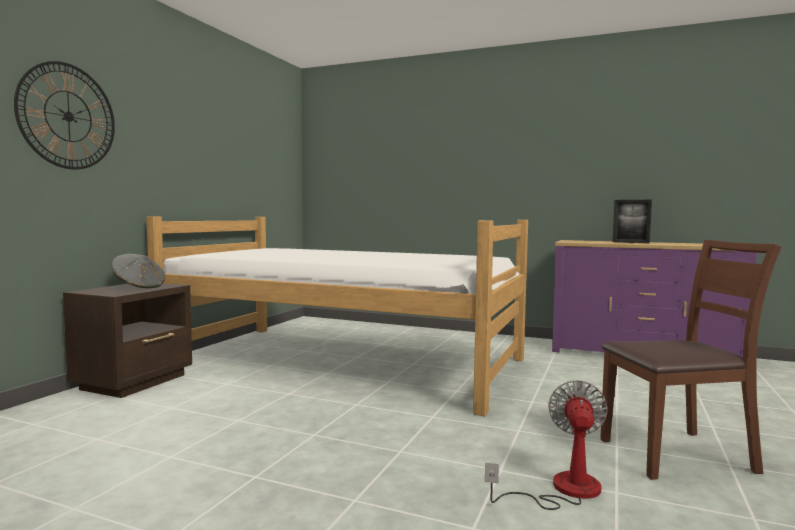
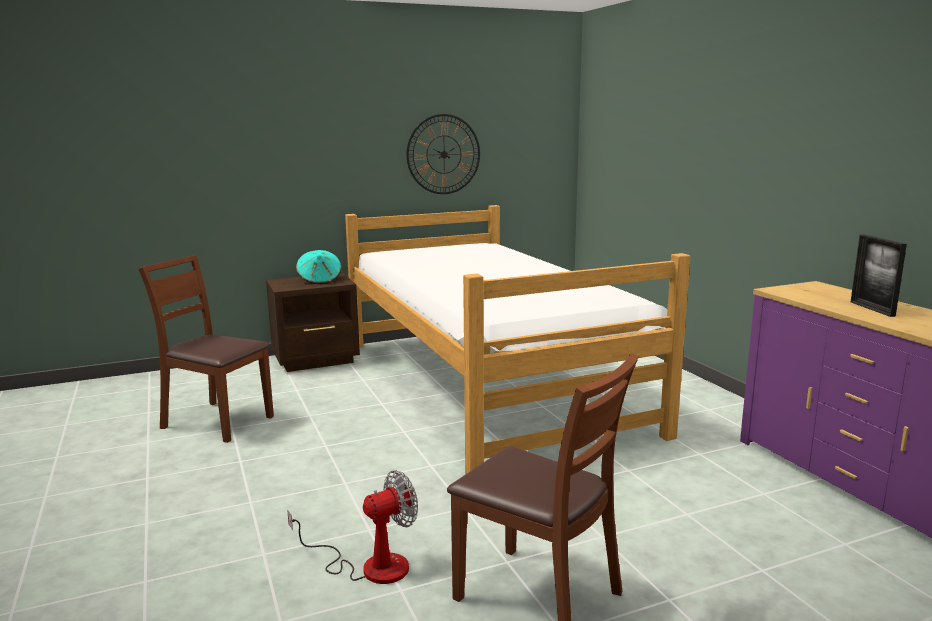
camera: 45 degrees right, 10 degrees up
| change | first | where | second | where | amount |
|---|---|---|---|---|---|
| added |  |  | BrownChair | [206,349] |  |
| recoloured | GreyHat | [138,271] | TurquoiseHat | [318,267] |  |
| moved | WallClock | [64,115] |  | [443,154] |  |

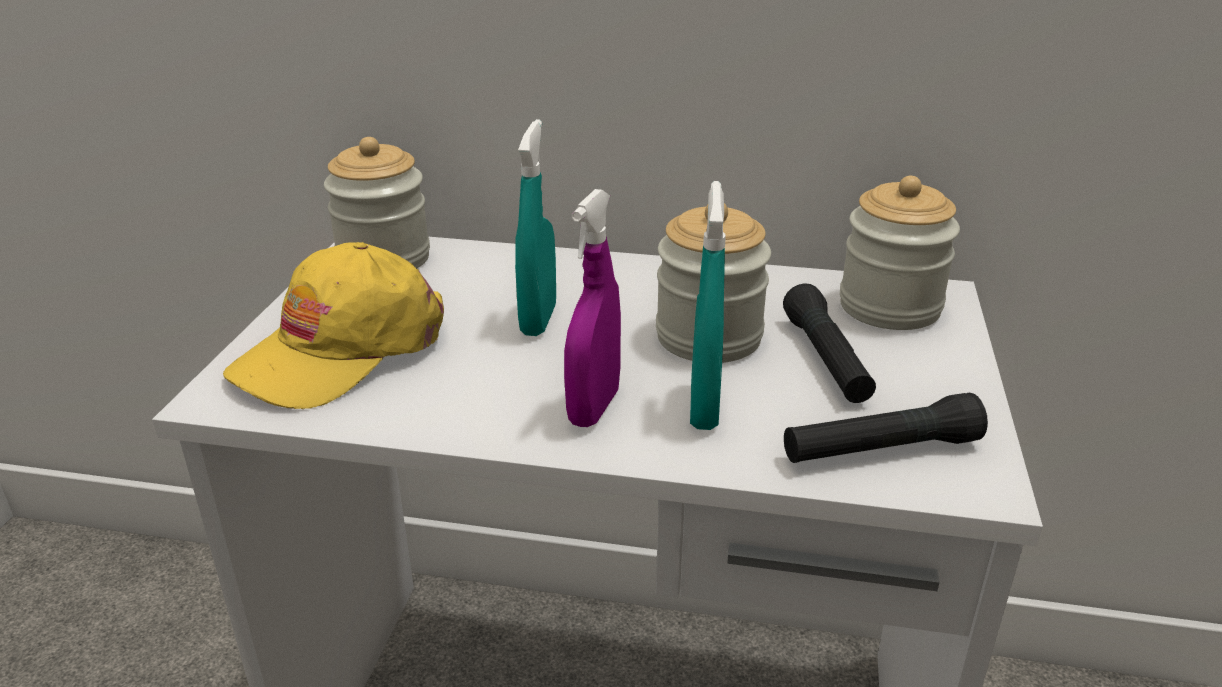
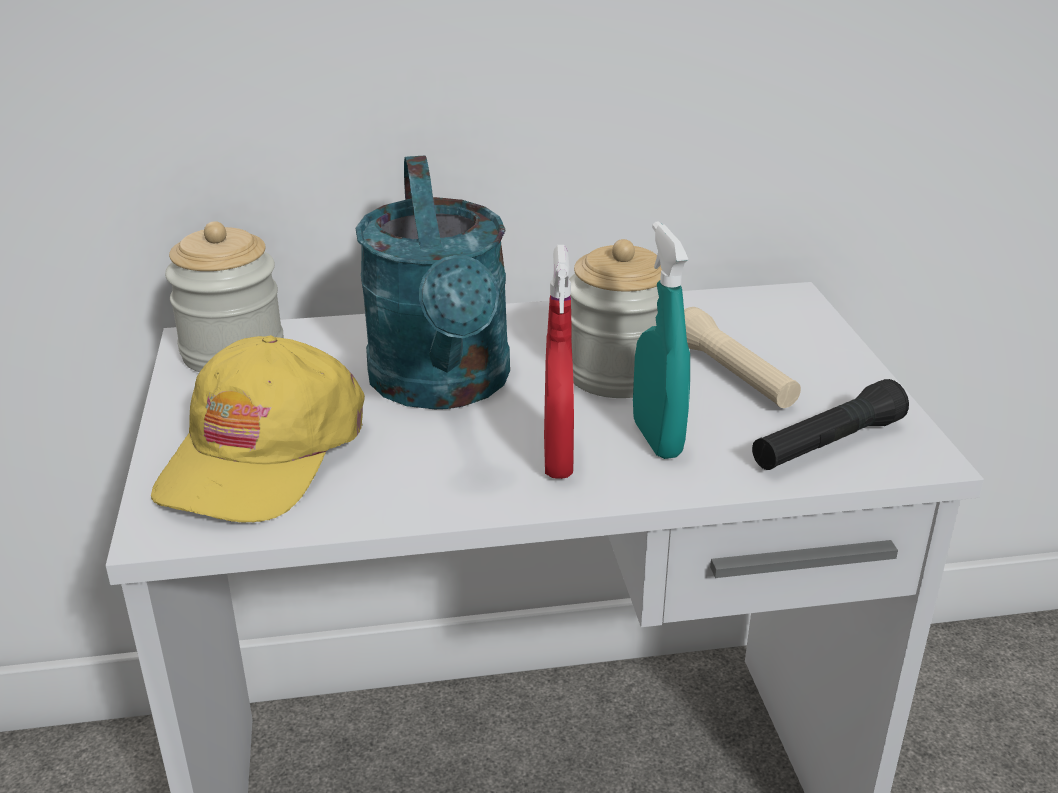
camera: 20 degrees left, 0 degrees up
| change | first | where | second | where | amount |
|---|---|---|---|---|---|
| replaced | TurquoiseSprayBottle | [535,227] | TurquoiseWateringCan | [433,282] |  |
| recoloured | PurpleSprayBottle | [592,308] | RedSprayBottle | [559,362] |  |
| recoloured | BlackFlashlight | [829,343] | BeigeFlashlight | [742,357] |  |
| removed | Jar | [900,253] |  |  |  |

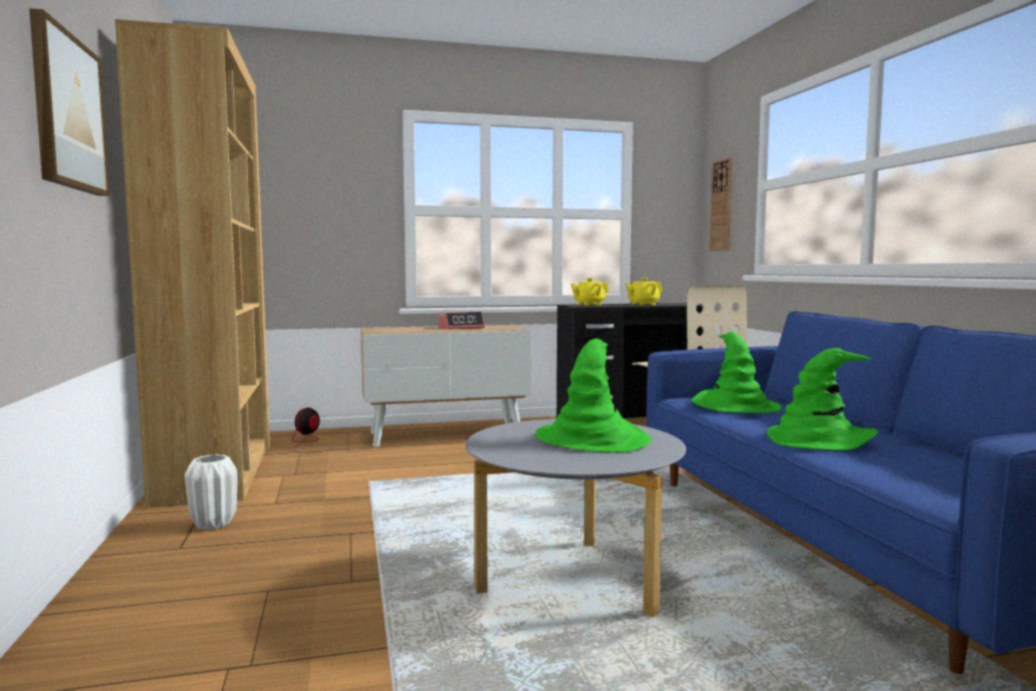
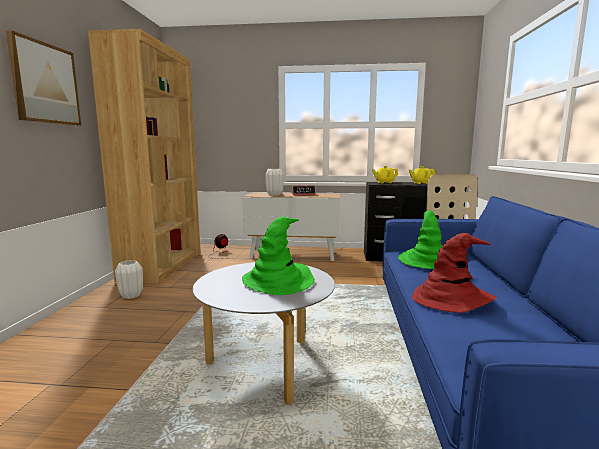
camera: 20 degrees right, 5 degrees up
| change | first | where | second | where | amount |
|---|---|---|---|---|---|
| added |  |  | WhiteVase | [274,182] |  |
| recoloured | GreenHat | [822,399] | RedHat | [454,273] |  |
| removed | WallClock | [721,204] |  |  |  |

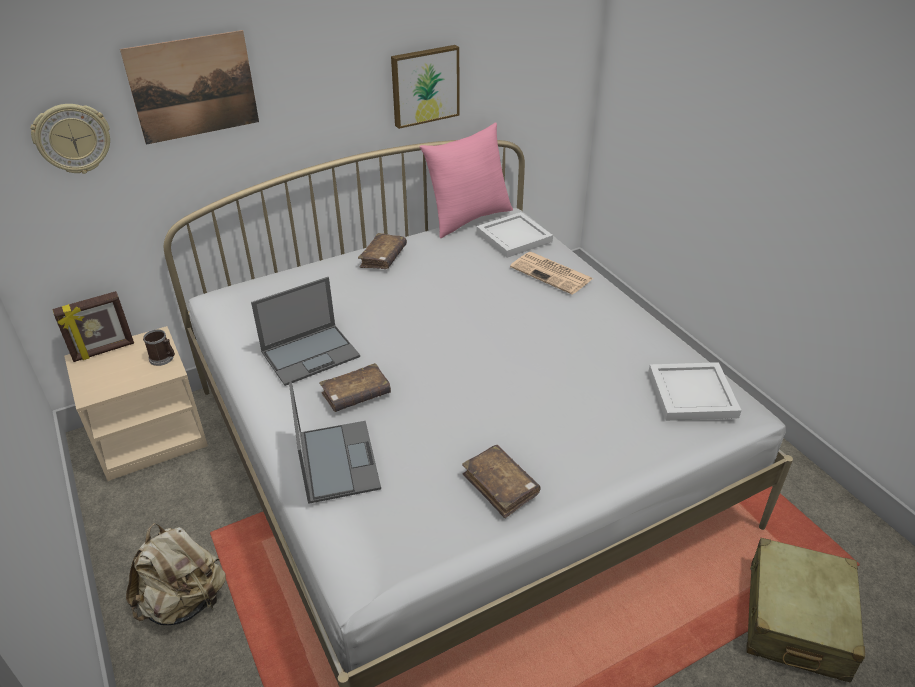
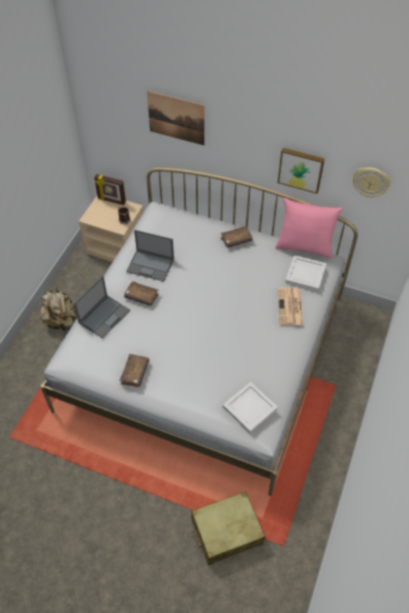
camera: 50 degrees right, 15 degrees up
| change | first | where | second | where | amount |
|---|---|---|---|---|---|
| moved | WallClock | [70,139] |  | [371,182] |  |

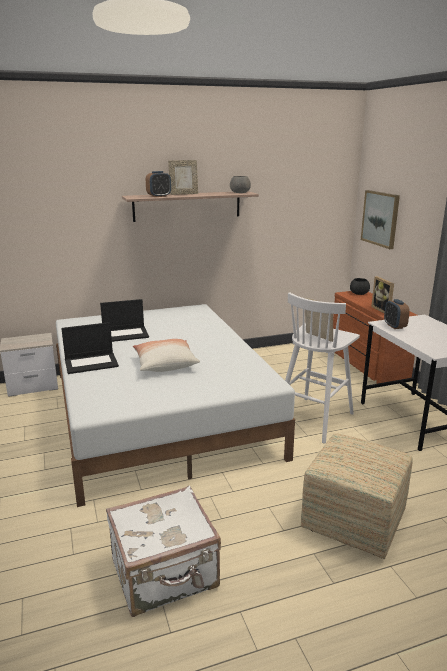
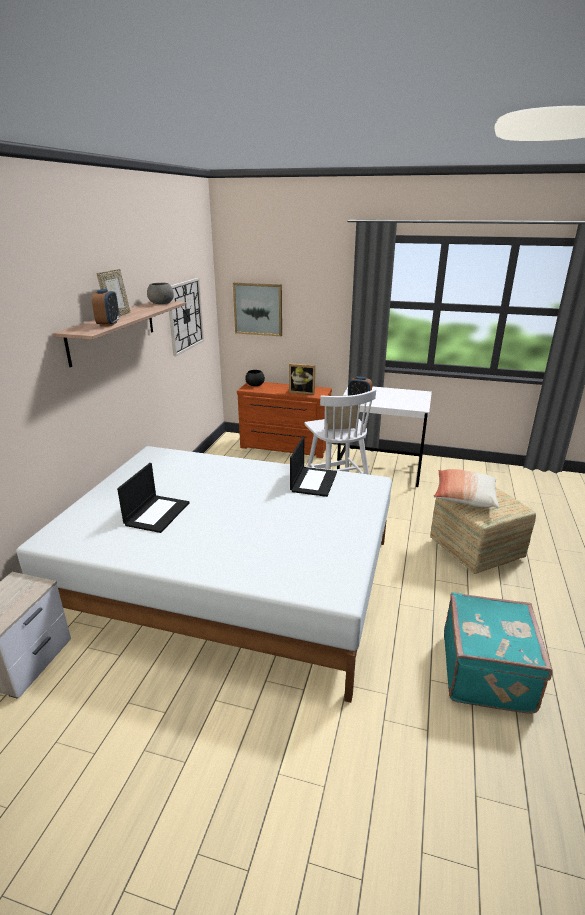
camera: 55 degrees left, 5 degrees up
| change | first | where | second | where | amount |
|---|---|---|---|---|---|
| added |  |  | WallClock | [186,317] |  |
| moved | Laptop | [90,348] |  | [313,467] |  |
| moved | Pillow | [166,355] |  | [466,489] |  |
| recoloured | WhiteSuitcase | [163,551] | TurquoiseSuitcase | [498,653] |  |

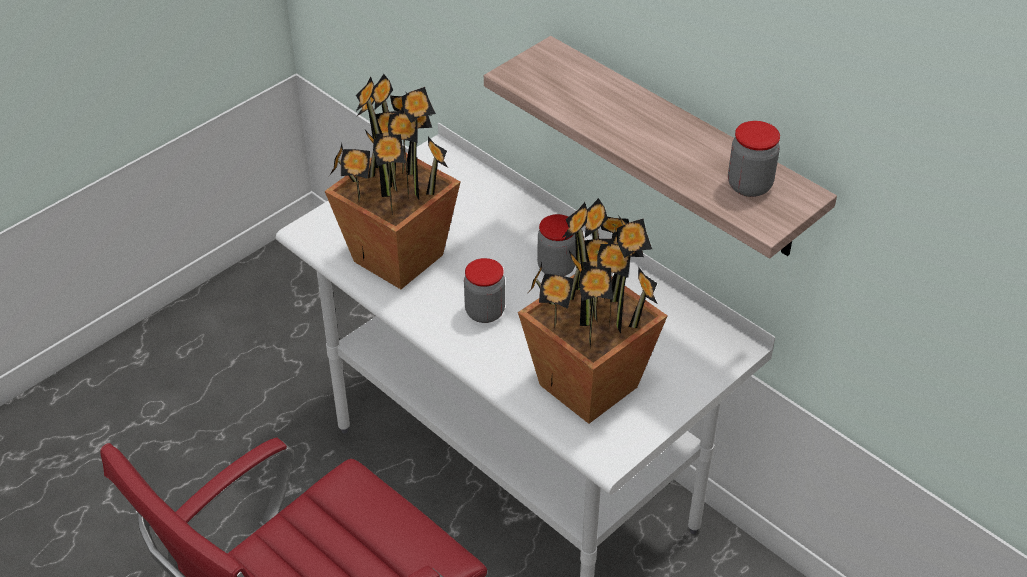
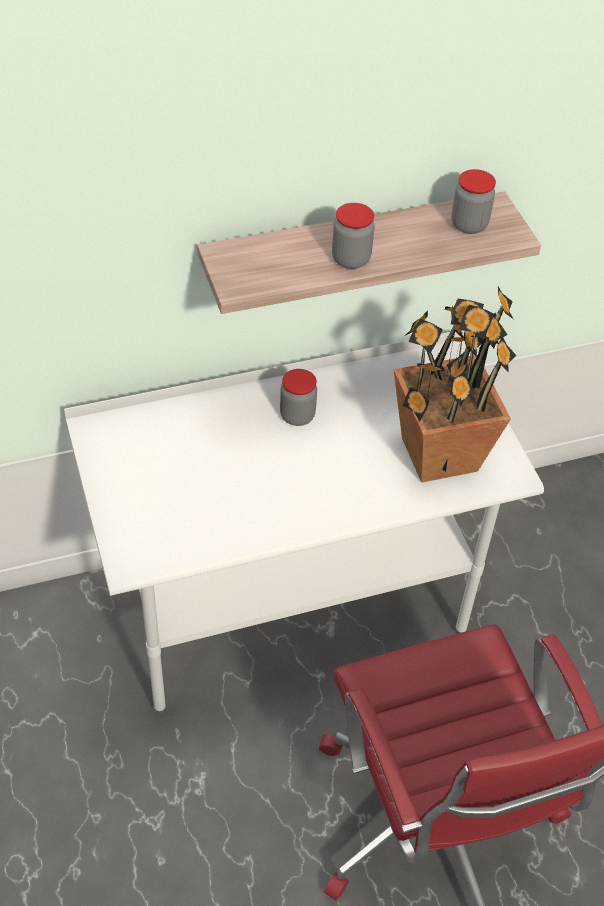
camera: 65 degrees left, 5 degrees up
| change | first | where | second | where | amount |
|---|---|---|---|---|---|
| moved | Jar | [484,290] |  | [353,236] |  |
| removed | PottedPlant | [393,181] |  |  |  |

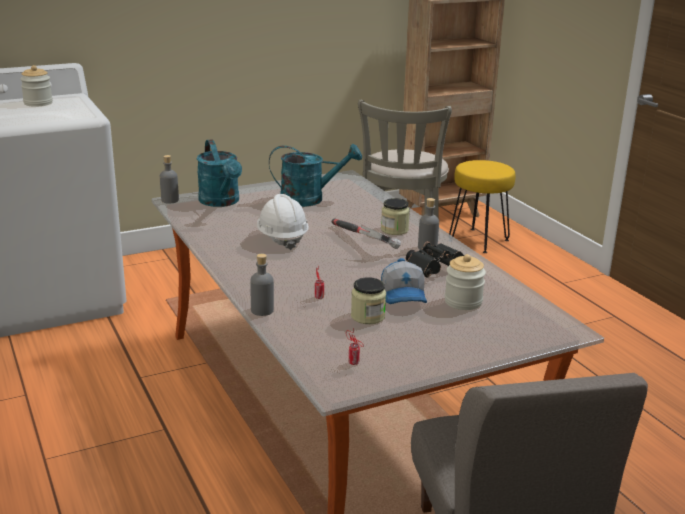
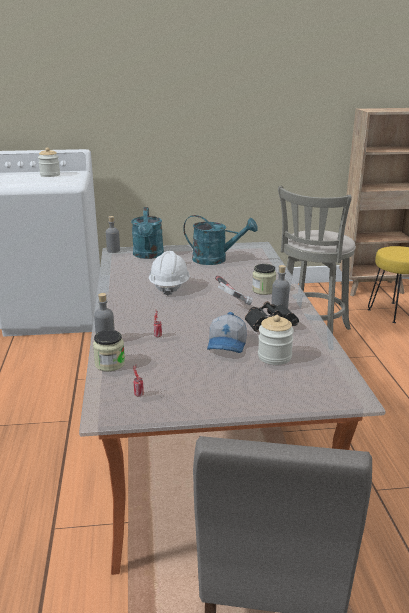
camera: 20 degrees right, 0 degrees up
| change | first | where | second | where | amount |
|---|---|---|---|---|---|
| moved | Jar | [368,300] |  | [109,350] |  |

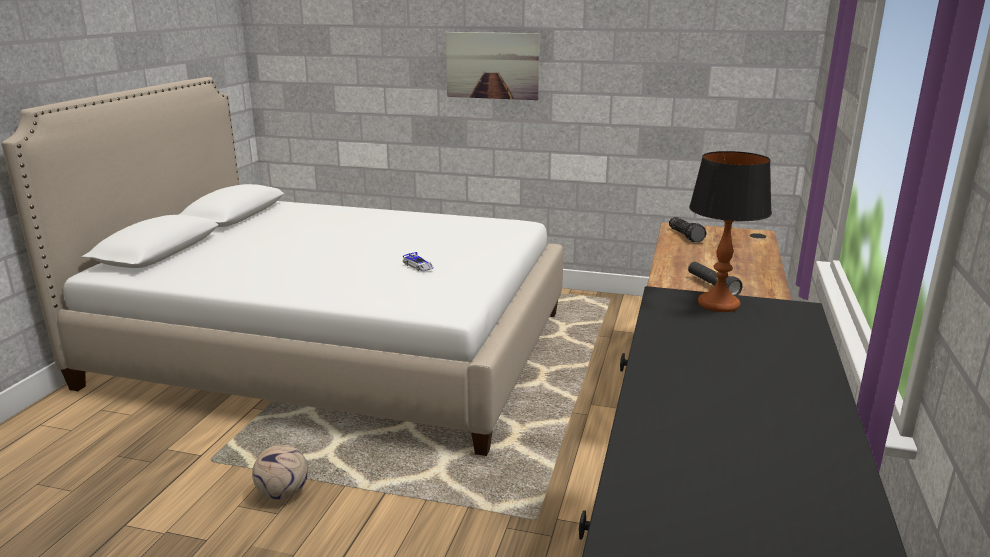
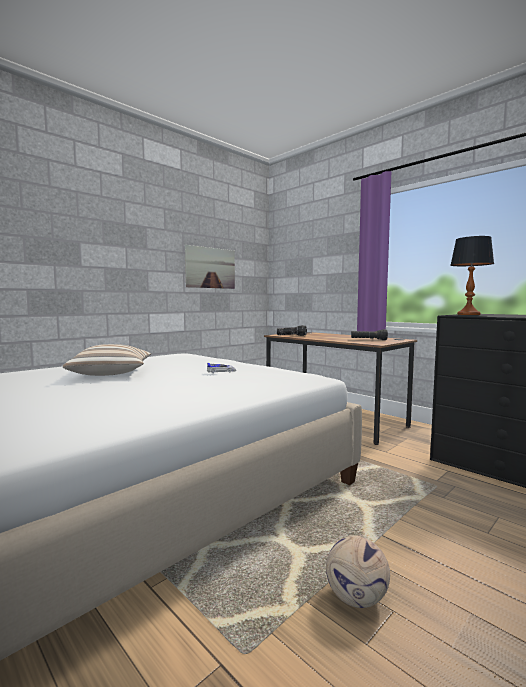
camera: 60 degrees left, 15 degrees down
| change | first | where | second | where | amount |
|---|---|---|---|---|---|
| added |  |  | Pillow | [107,360] |  |
| moved | Picture | [493,66] |  | [210,267] |  |

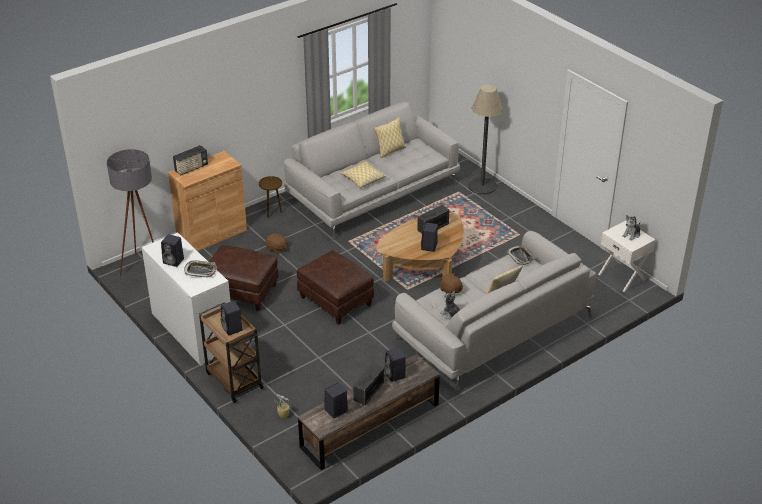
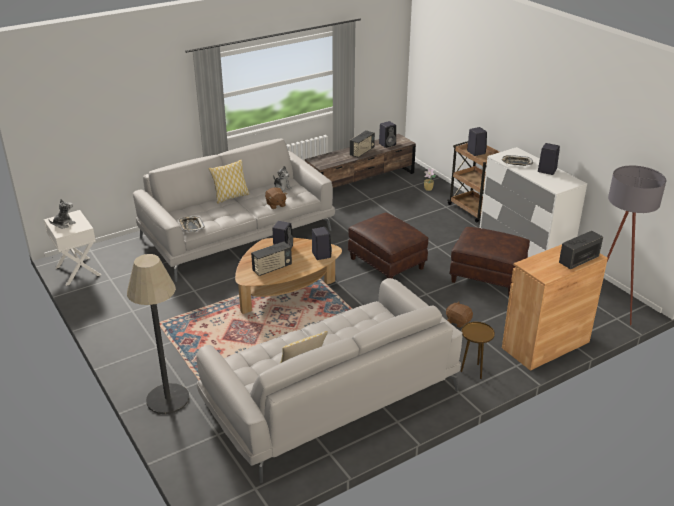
camera: 175 degrees left, 5 degrees down
| change | first | where | second | where | amount |
|---|---|---|---|---|---|
| moved | BlackSpeaker | [395,364] |  | [322,243] |  |
| removed | Pillow | [363,174] |  |  |  |

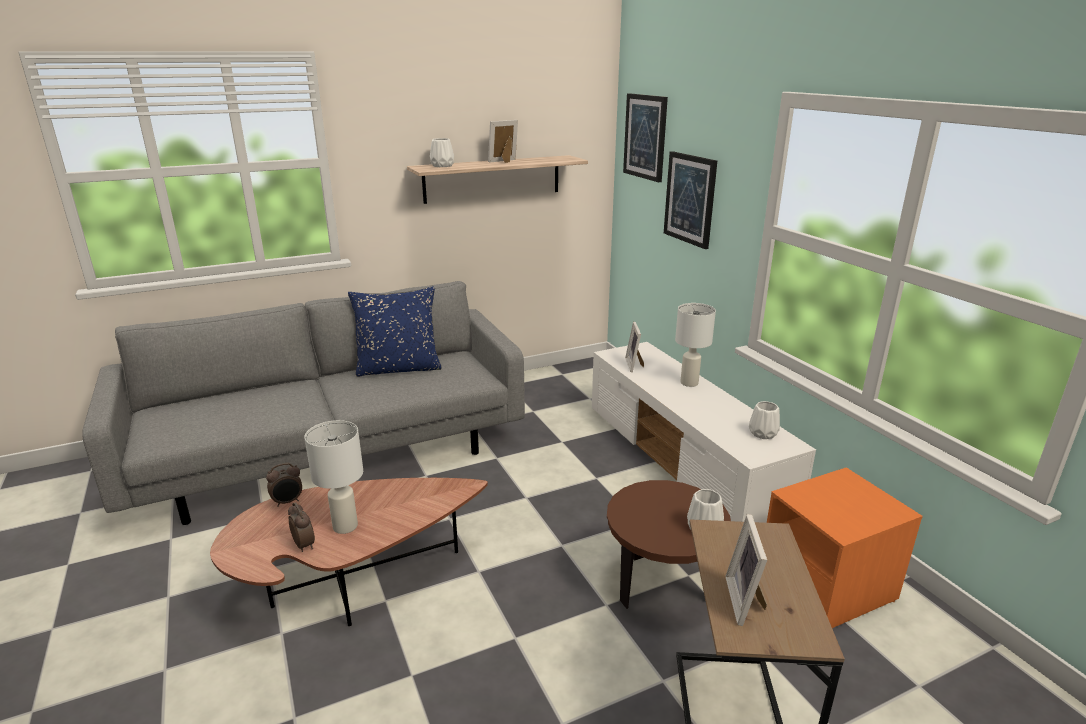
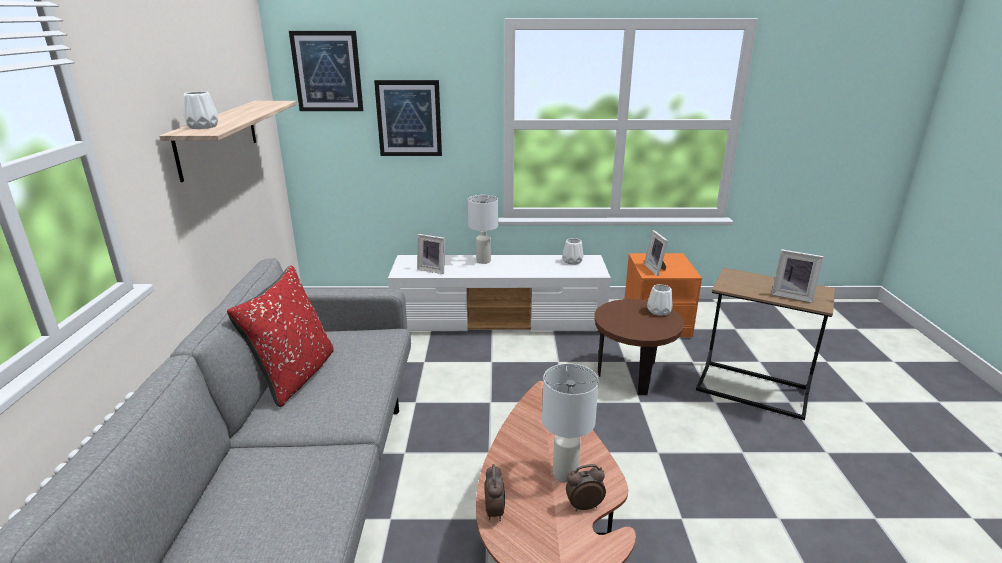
camera: 65 degrees left, 0 degrees up
| change | first | where | second | where | amount |
|---|---|---|---|---|---|
| recoloured | BluePillow | [395,331] | RedPillow | [280,336] |  |
| moved | PictureFrame | [503,141] |  | [656,253] |  |

